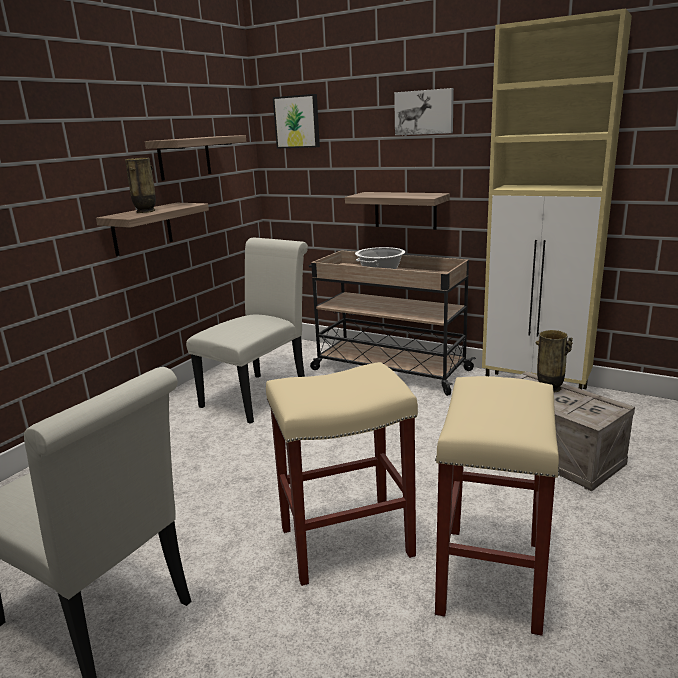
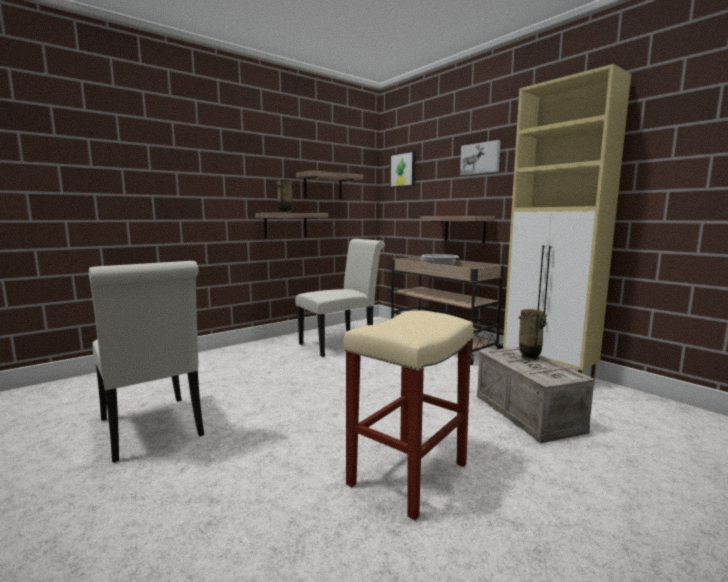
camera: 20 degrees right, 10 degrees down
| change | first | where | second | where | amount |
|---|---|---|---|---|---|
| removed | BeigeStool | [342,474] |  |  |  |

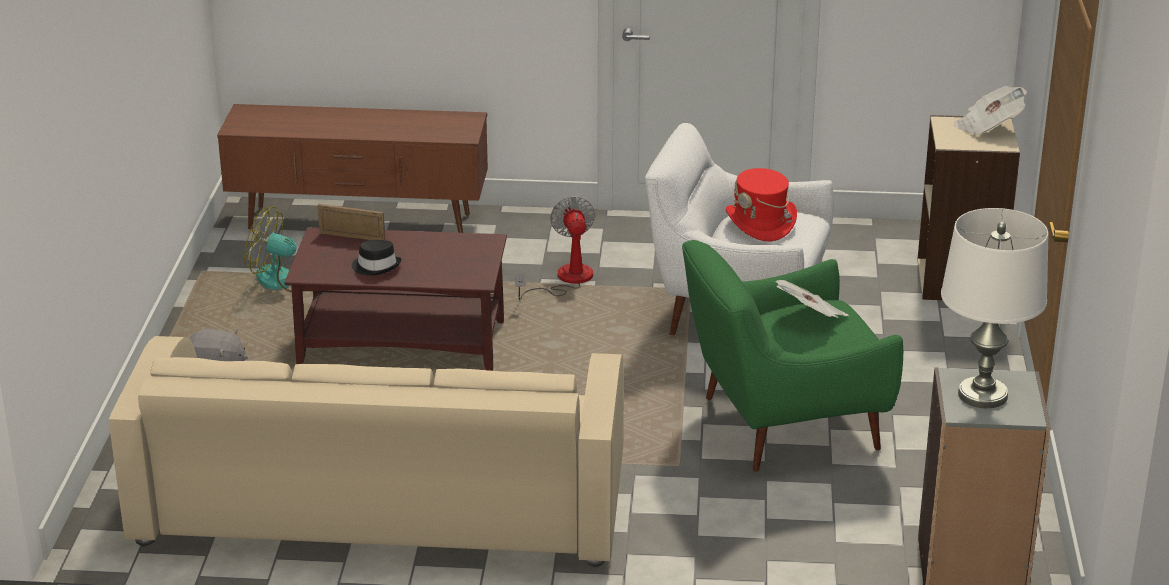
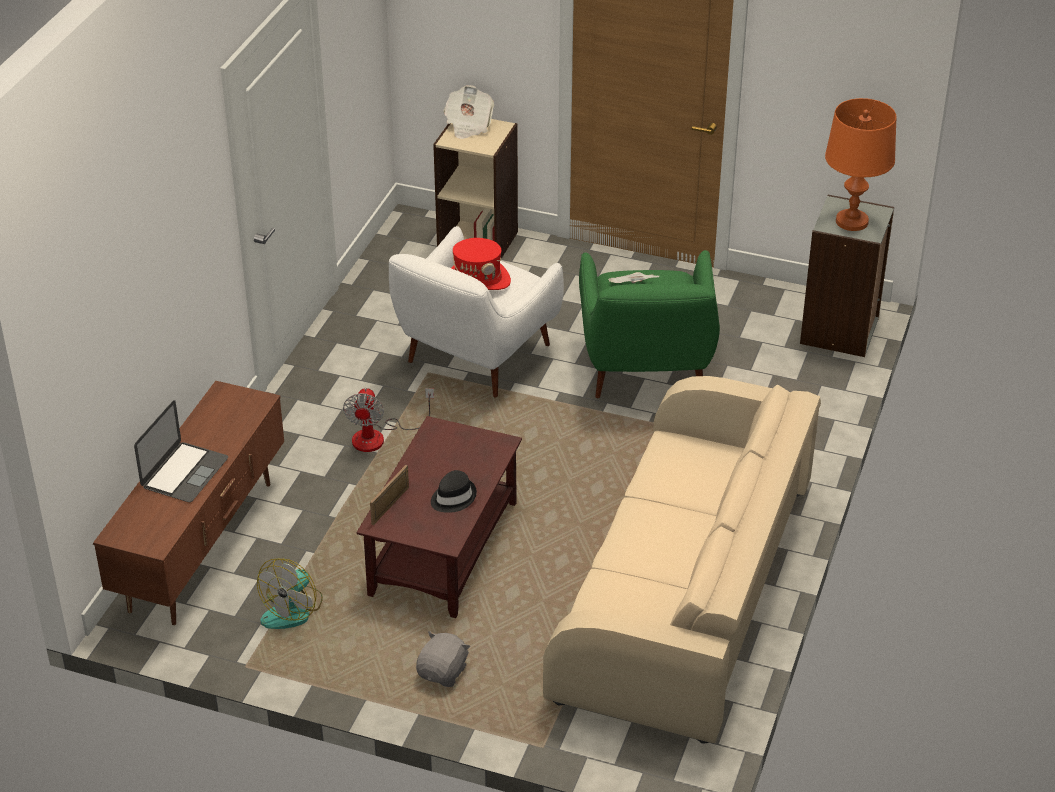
camera: 75 degrees left, 10 degrees up
| change | first | where | second | where | amount |
|---|---|---|---|---|---|
| added |  |  | Laptop | [181,451] |  |
| turned | Fan | [555,248] |  | [388,420] | 90 degrees counterclockwise |
| recoloured | WhiteTableLamp | [995,308] | OrangeTableLamp | [861,164] |  |

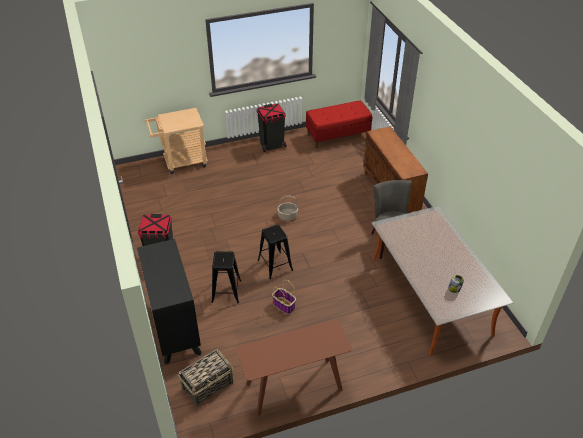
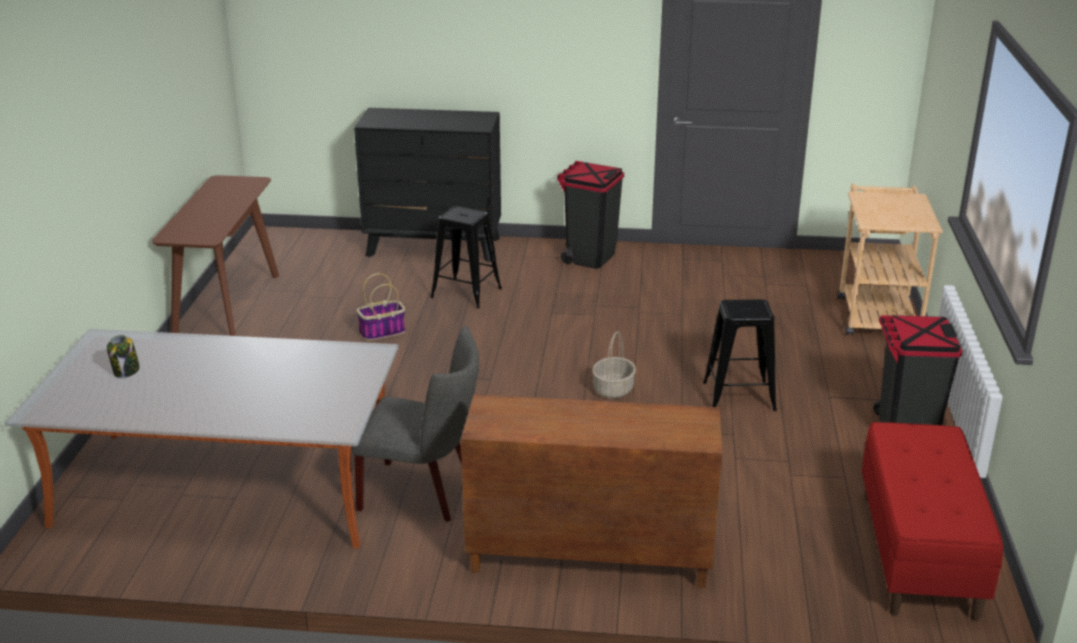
camera: 115 degrees right, 15 degrees down
| change | first | where | second | where | amount |
|---|---|---|---|---|---|
| moved | BlackStool | [275,252] |  | [740,355] |  |
| removed | Basket | [205,378] |  |  |  |

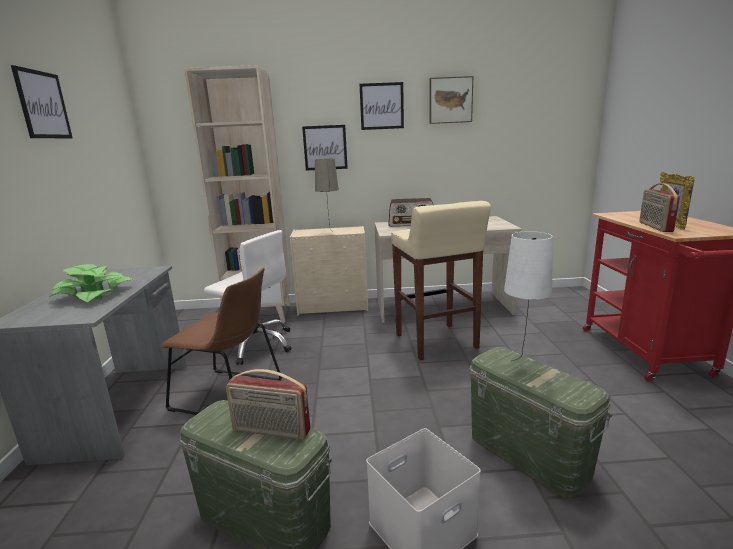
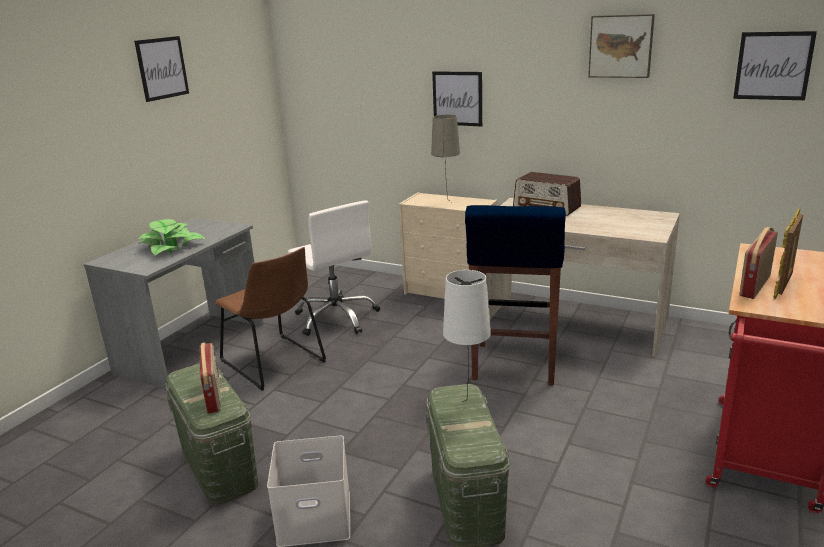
camera: 30 degrees right, 5 degrees up
| change | first | where | second | where | amount |
|---|---|---|---|---|---|
| turned | Radio | [268,404] |  | [210,378] | 150 degrees counterclockwise |
| recoloured | BeigeStool | [441,280] | BlueStool | [515,295] |  |
| moved | Picture | [381,106] |  | [775,65] |  |
| removed | BeigeBookcase | [237,194] |  |  |  |

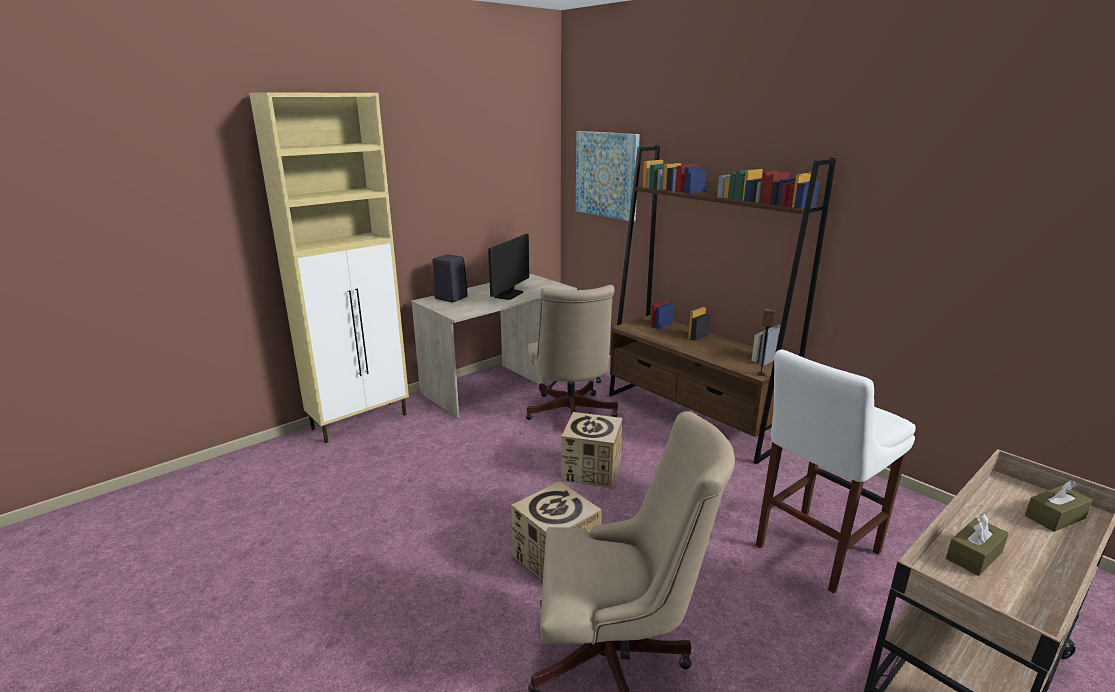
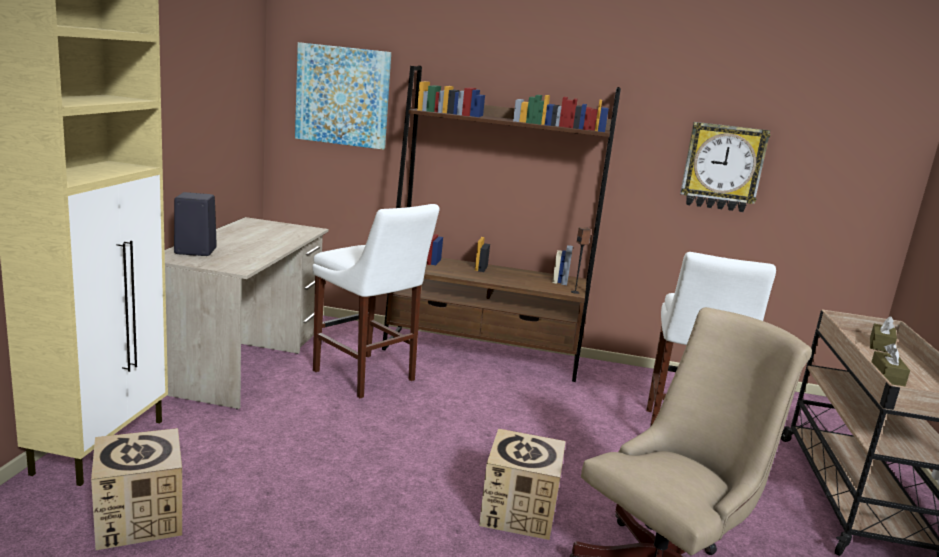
camera: 40 degrees left, 5 degrees down
| change | first | where | second | where | amount |
|---|---|---|---|---|---|
| moved | CardboardBox | [591,450] |  | [136,489] |  |
| replaced | BeigeOfficeChair | [572,352] | WhiteStool | [375,301] |  |
| added |  |  | WallClock | [725,167] |  |
| removed | Monitor | [508,267] |  |  |  |

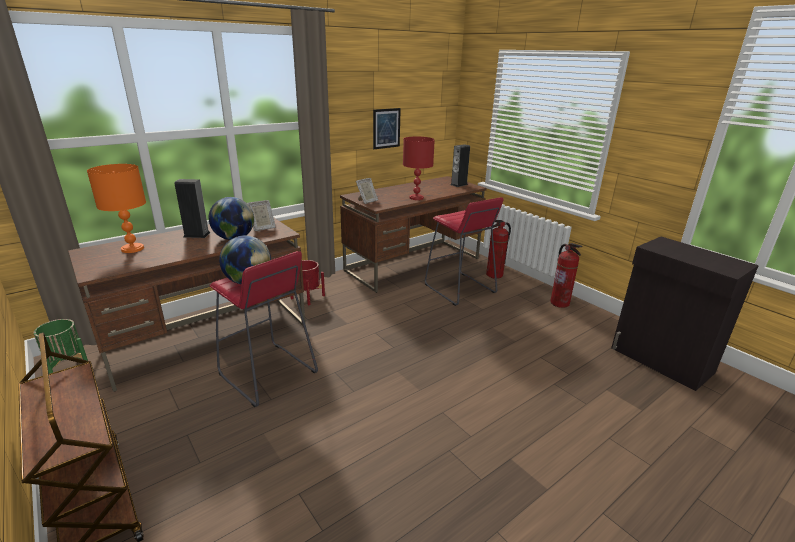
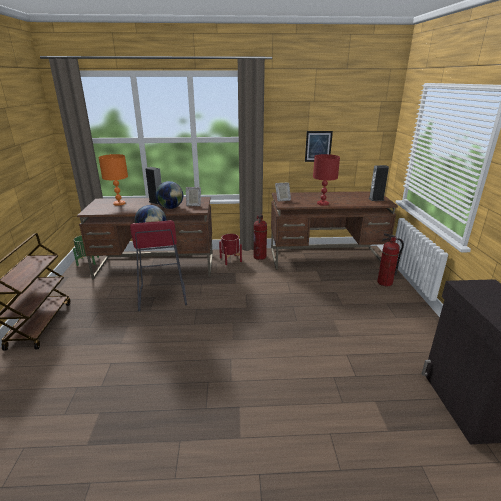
camera: 35 degrees right, 0 degrees up
| change | first | where | second | where | amount |
|---|---|---|---|---|---|
| moved | FireExtinguisher | [566,275] |  | [260,237] |  |
| removed | RedStool | [464,251] |  |  |  |

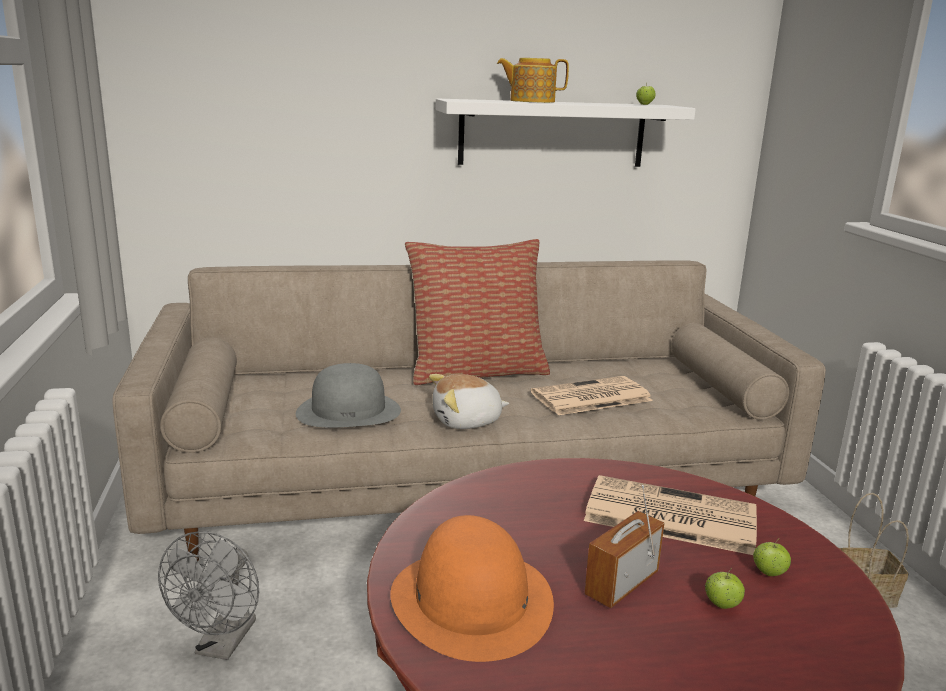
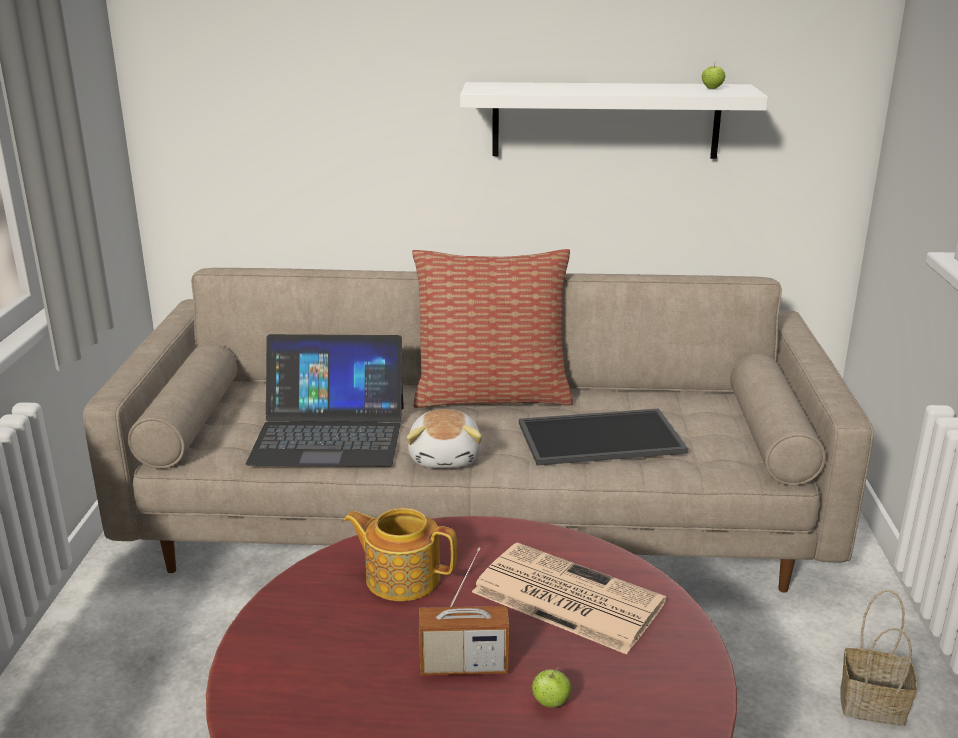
camera: 15 degrees right, 5 degrees up
| change | first | where | second | where | amount |
|---|---|---|---|---|---|
| replaced | GreyHat | [348,395] | Laptop | [325,400] |  |
| moved | Teapot | [533,80] |  | [400,554] |  |
| turned | PlushToy | [469,401] |  | [444,438] | 90 degrees counterclockwise |
| turned | Radio | [624,546] |  | [464,611] | 150 degrees counterclockwise |
| replaced | Newspaper | [592,395] | Tray | [603,437] |  |
| removed | GreyFan | [208,595] |  |  |  |
| removed | OrangeHat | [472,588] |  |  |  |
| removed | Apple | [772,557] |  |  |  |

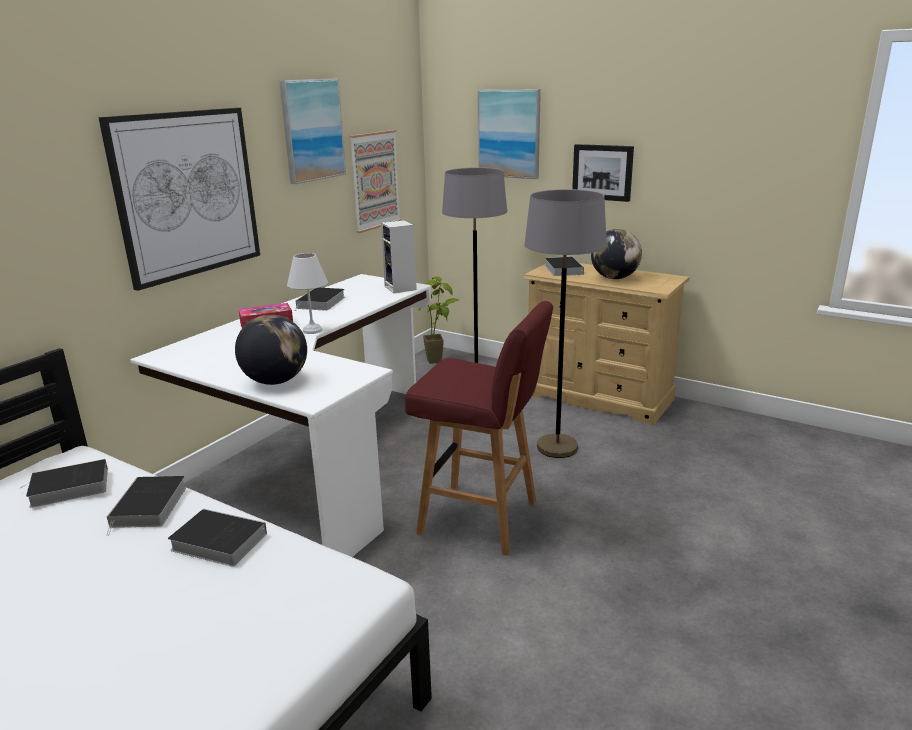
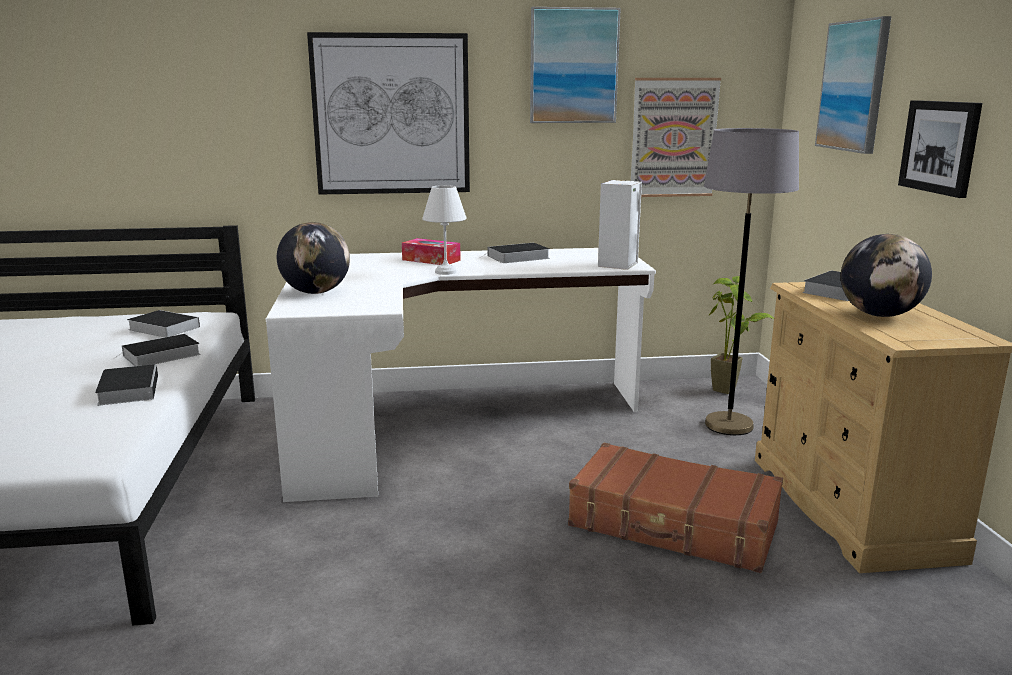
camera: 50 degrees right, 5 degrees down
| change | first | where | second | where | amount |
|---|---|---|---|---|---|
| replaced | GreyFloorLamp | [565,323] | BrownSuitcase | [675,508] |  |
| removed | RedStool | [479,428] |  |  |  |

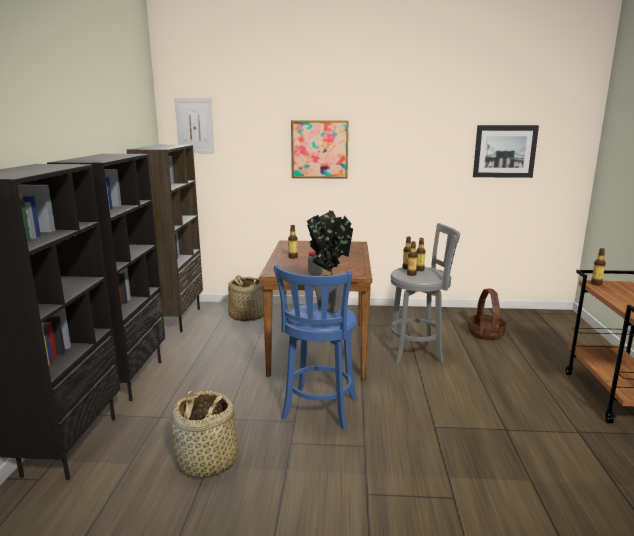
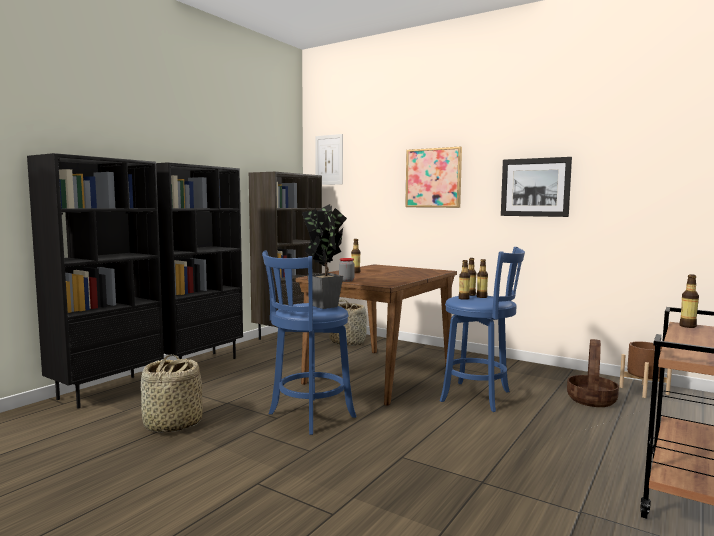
camera: 30 degrees right, 10 degrees down
| change | first | where | second | where | amount |
|---|---|---|---|---|---|
| recoloured | GreyStool | [424,293] | BlueStool | [482,329] |  |
| moved | Picture | [506,151] |  | [536,187] |  |
| added |  |  | BrownPlanter | [645,369] |  |

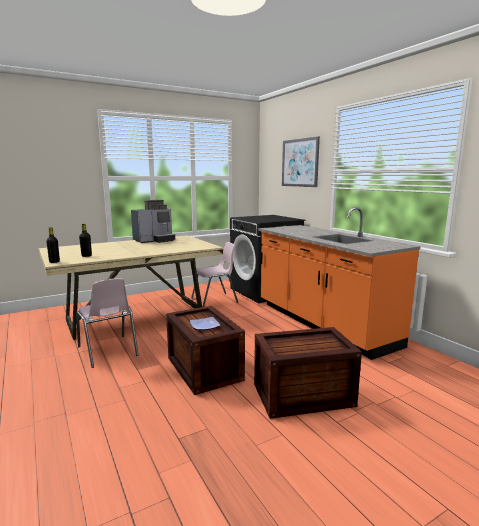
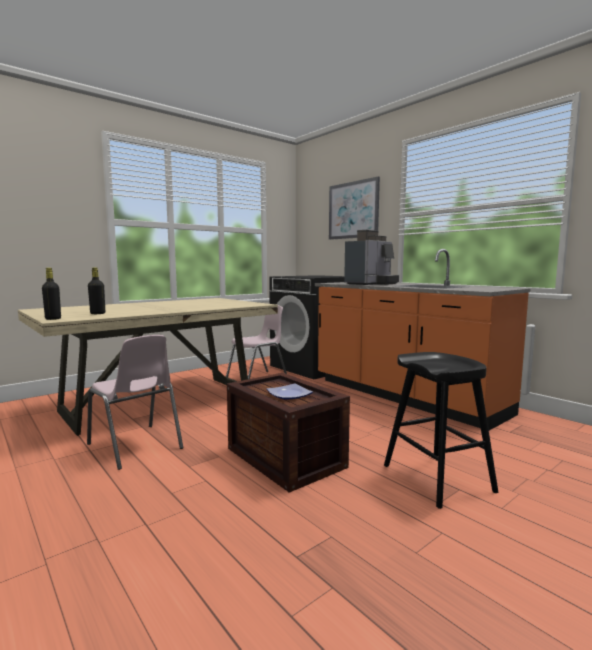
camera: 10 degrees left, 5 degrees down
| change | first | where | second | where | amount |
|---|---|---|---|---|---|
| moved | CoffeeMachine | [153,221] |  | [371,257] |  |
| replaced | Crate | [308,373] | BlackStool | [441,430] |  |

